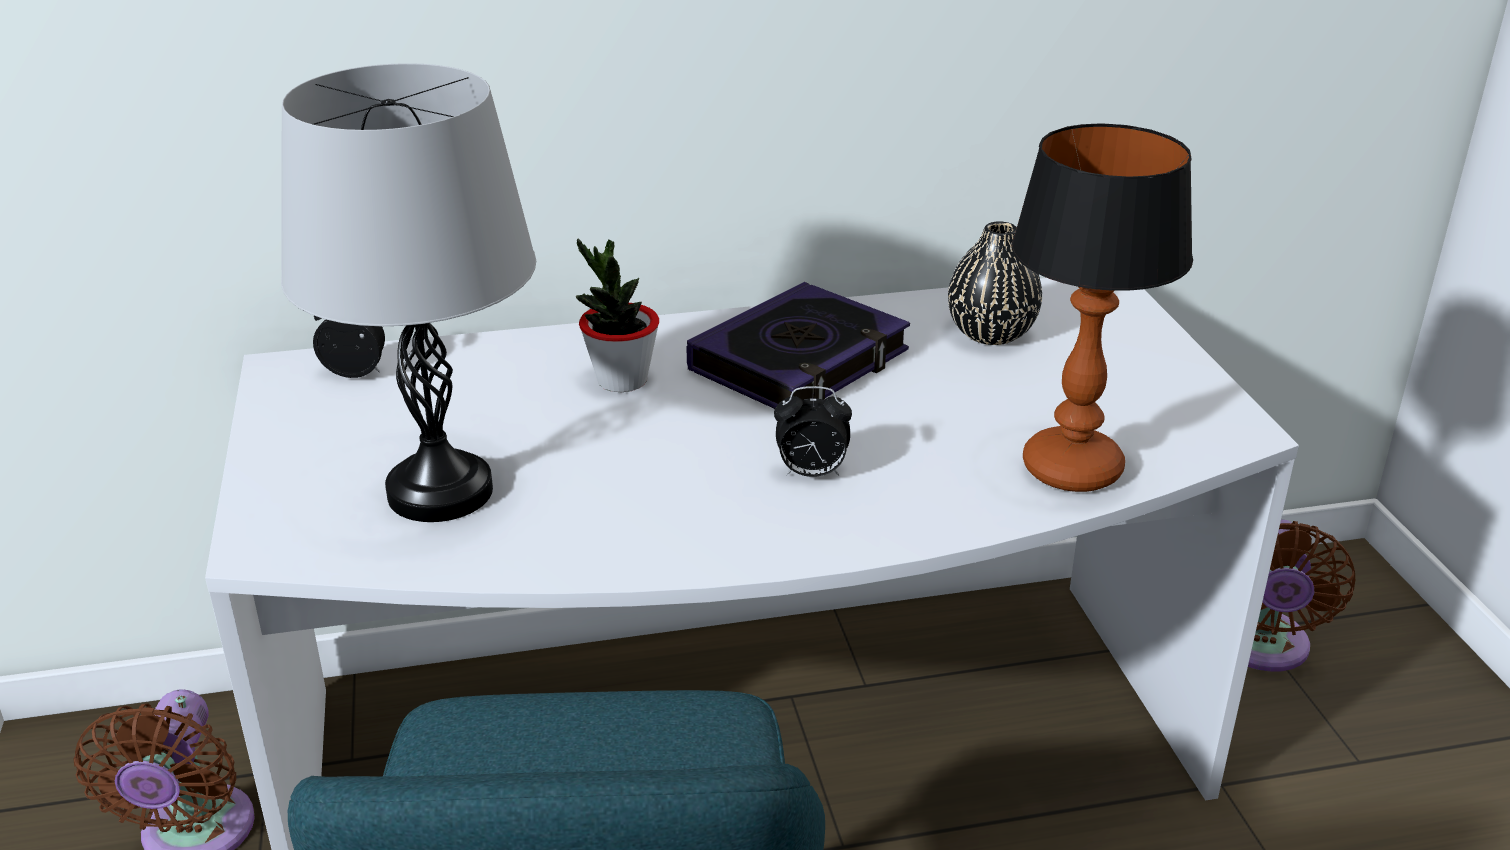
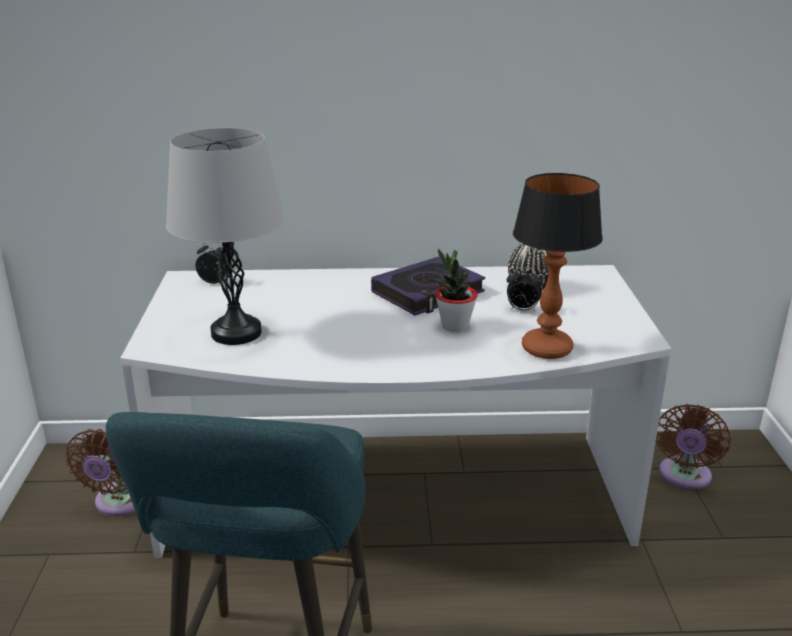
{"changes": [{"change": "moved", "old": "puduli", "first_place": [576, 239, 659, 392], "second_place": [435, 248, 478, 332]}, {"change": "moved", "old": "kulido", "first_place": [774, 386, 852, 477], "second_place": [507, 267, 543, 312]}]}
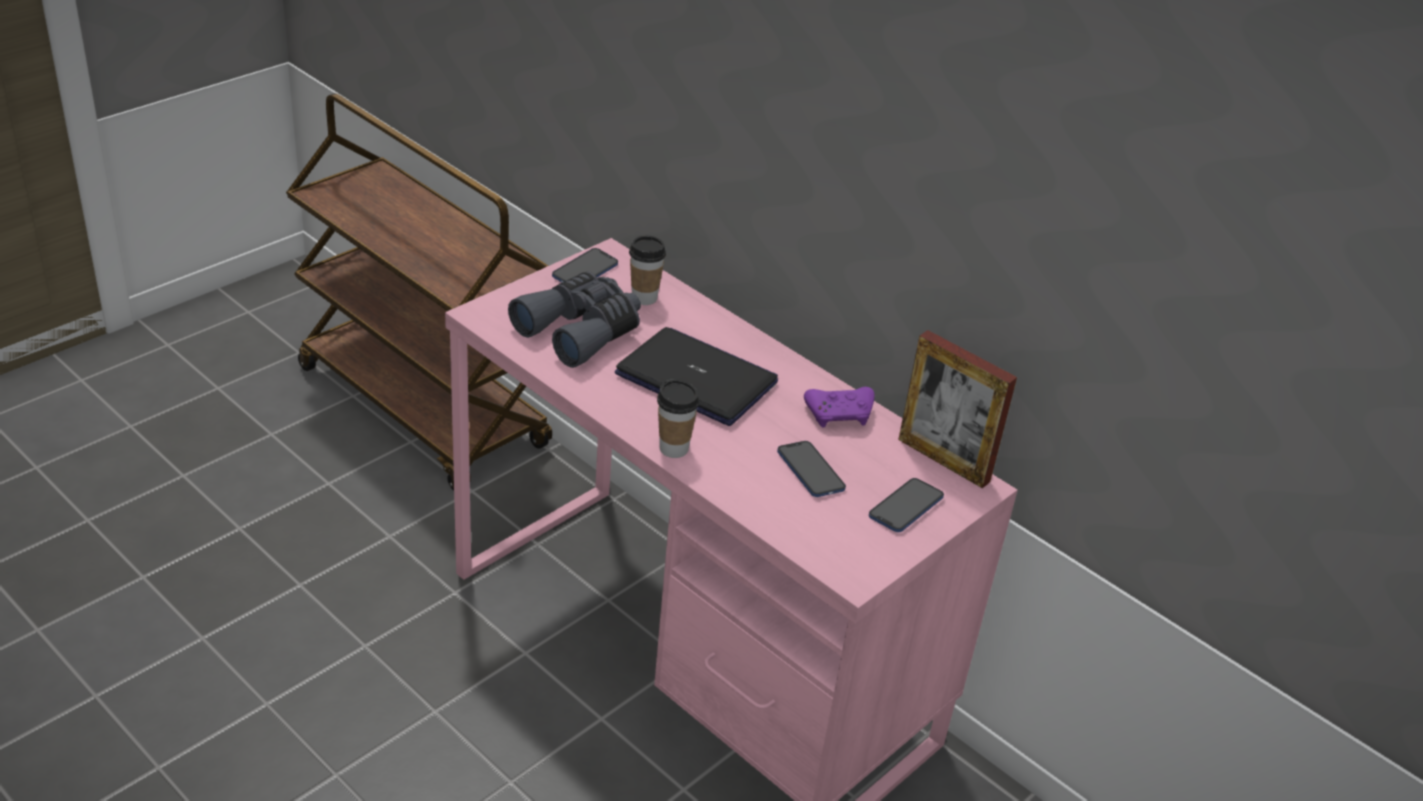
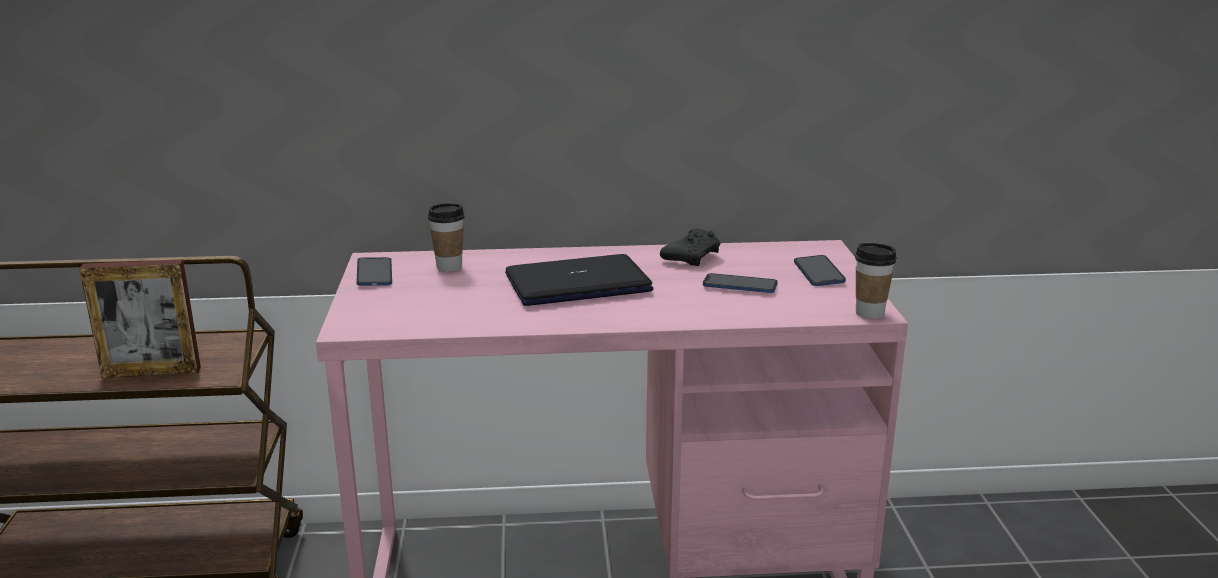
{"changes": [{"change": "removed", "old": "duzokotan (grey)", "first_place": [508, 272, 641, 368]}, {"change": "moved", "old": "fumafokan", "first_place": [657, 379, 699, 458], "second_place": [855, 243, 897, 319]}, {"change": "recoloured", "old": "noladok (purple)", "new": "noladok (black)", "first_place": [804, 387, 875, 427], "second_place": [660, 228, 720, 266]}, {"change": "moved", "old": "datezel", "first_place": [898, 330, 1017, 488], "second_place": [79, 259, 201, 378]}]}
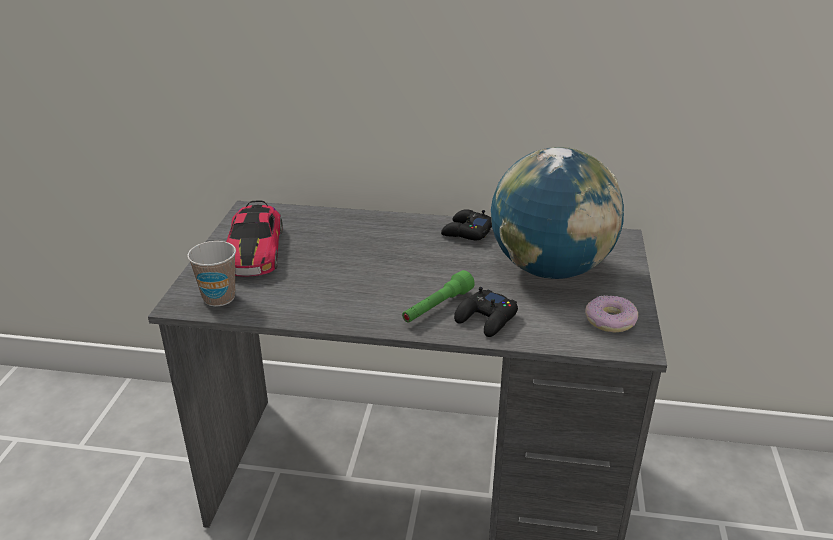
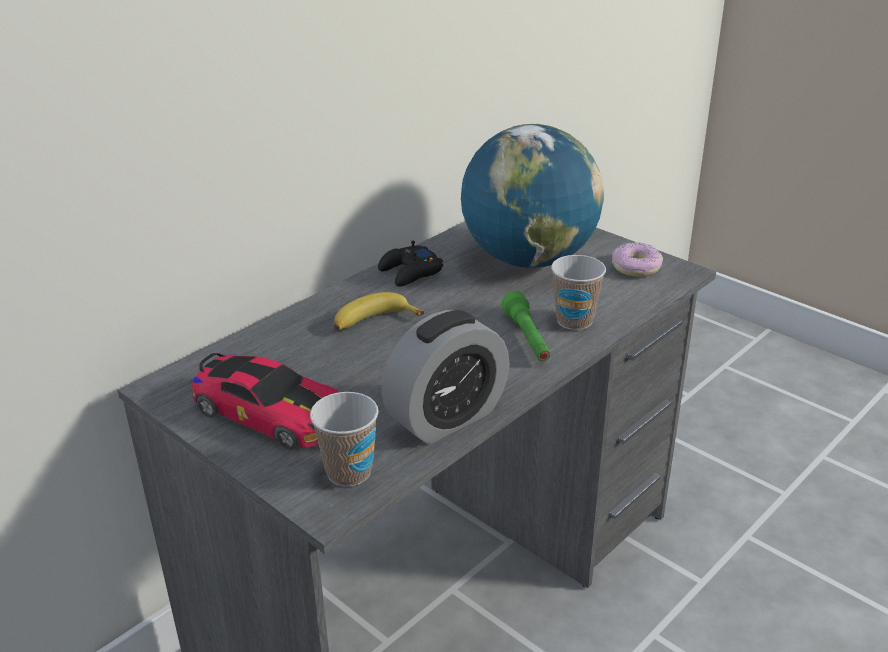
{"changes": [{"change": "replaced", "old": "noladok (black)", "new": "fumafokan", "first_place": [454, 287, 518, 337], "second_place": [551, 255, 606, 330]}, {"change": "added", "new": "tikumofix", "second_place": [334, 292, 424, 330]}, {"change": "added", "new": "kulido", "second_place": [381, 310, 509, 444]}]}
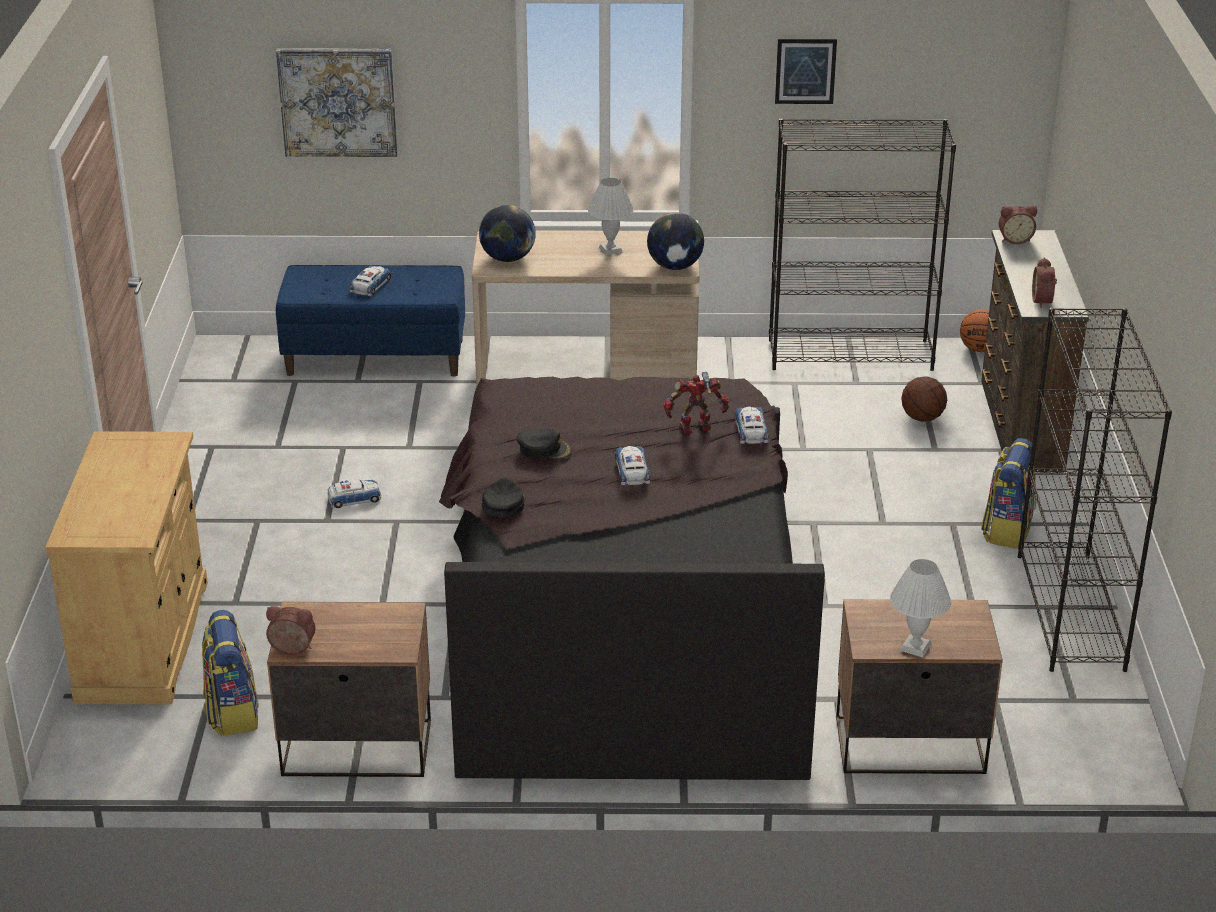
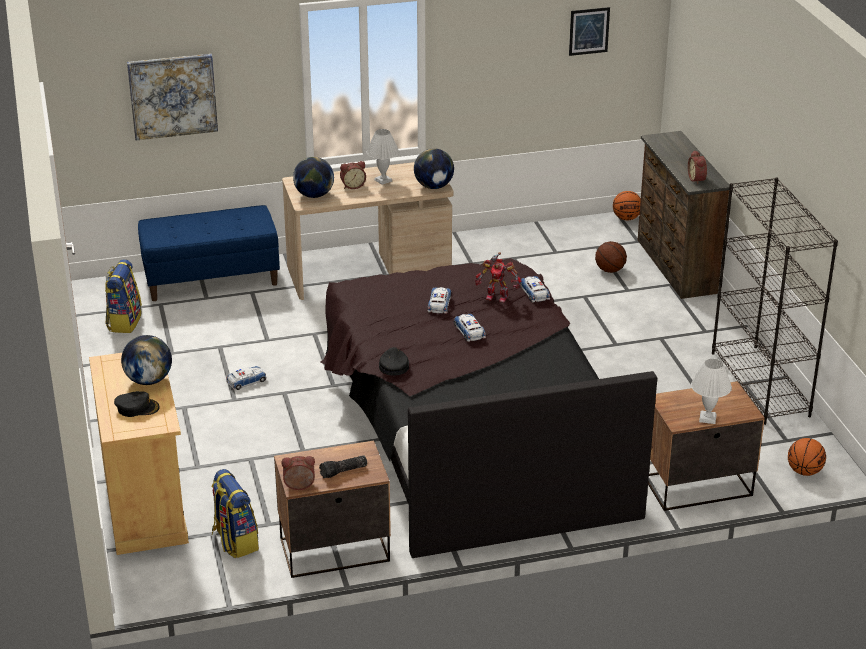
{"changes": [{"change": "moved", "old": "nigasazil", "first_place": [350, 266, 391, 296], "second_place": [427, 287, 451, 314]}, {"change": "moved", "old": "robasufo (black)", "first_place": [517, 429, 572, 459], "second_place": [114, 391, 160, 417]}, {"change": "turned", "old": "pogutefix", "first_place": [663, 372, 729, 434], "second_place": [475, 252, 522, 302], "degrees": -135}, {"change": "removed", "old": "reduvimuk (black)", "first_place": [769, 119, 956, 371]}, {"change": "moved", "old": "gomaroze", "first_place": [775, 39, 837, 104], "second_place": [569, 7, 610, 56]}, {"change": "moved", "old": "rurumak", "first_place": [981, 438, 1037, 549], "second_place": [105, 259, 142, 333]}, {"change": "moved", "old": "kulido", "first_place": [999, 206, 1037, 244], "second_place": [340, 161, 366, 189]}, {"change": "added", "new": "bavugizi", "second_place": [121, 335, 172, 385]}, {"change": "added", "new": "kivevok", "second_place": [319, 456, 367, 478]}, {"change": "added", "new": "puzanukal", "second_place": [788, 438, 826, 476]}]}
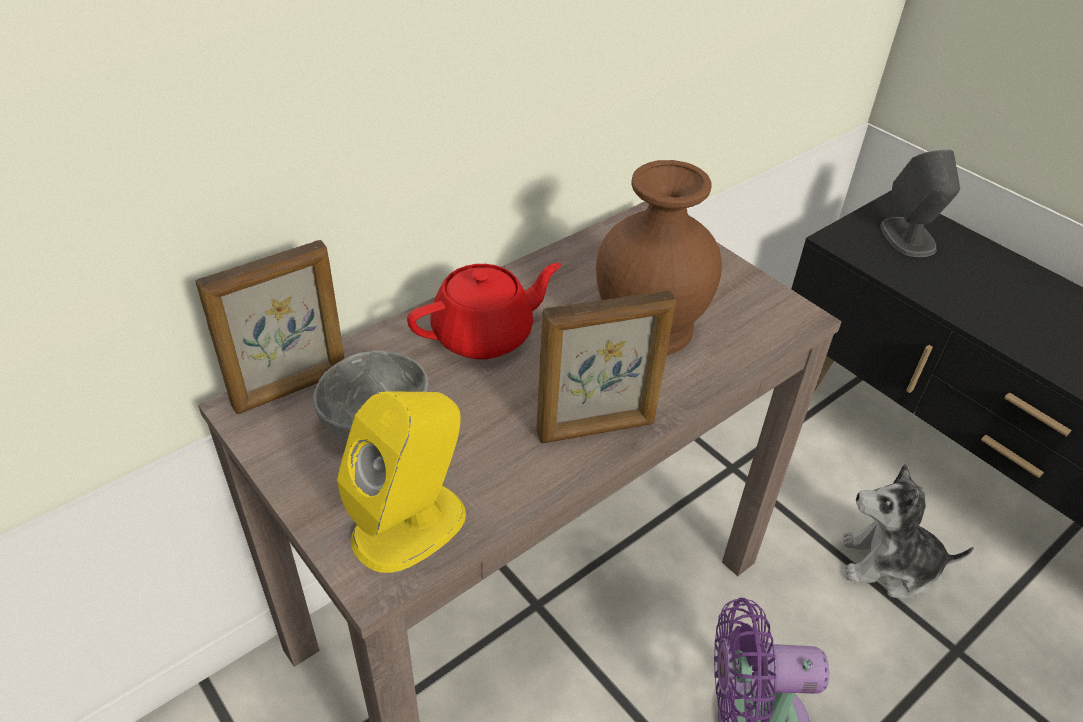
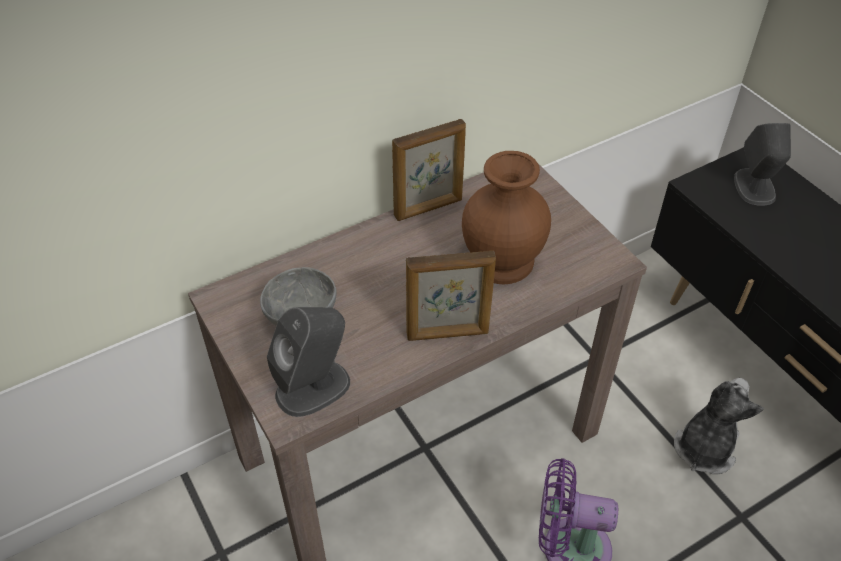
{"changes": [{"change": "moved", "old": "datezel", "first_place": [195, 240, 345, 414], "second_place": [392, 119, 466, 221]}, {"change": "recoloured", "old": "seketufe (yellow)", "new": "seketufe (grey)", "first_place": [337, 391, 466, 573], "second_place": [267, 307, 350, 417]}, {"change": "removed", "old": "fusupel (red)", "first_place": [407, 263, 562, 359]}, {"change": "turned", "old": "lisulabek", "first_place": [843, 463, 974, 598], "second_place": [674, 378, 764, 474], "degrees": 105}]}
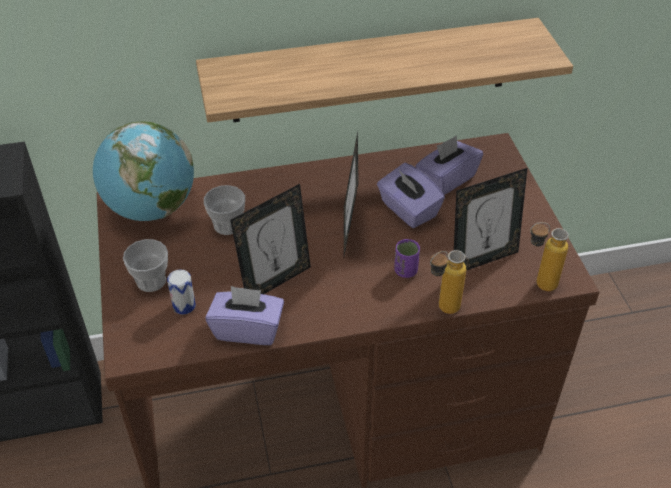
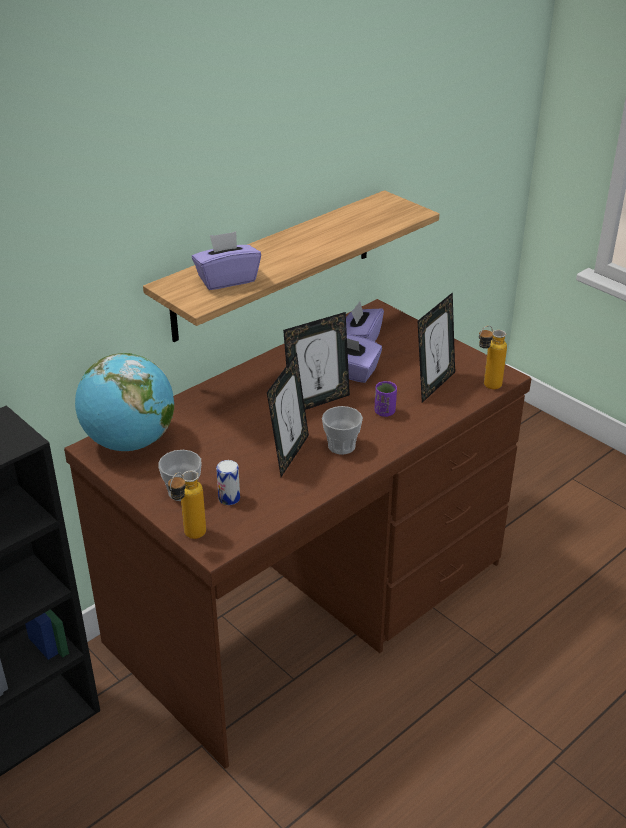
{"changes": [{"change": "moved", "old": "fumafokan", "first_place": [204, 185, 245, 235], "second_place": [322, 406, 363, 455]}, {"change": "moved", "old": "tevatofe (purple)", "first_place": [206, 286, 284, 345], "second_place": [192, 231, 261, 290]}, {"change": "turned", "old": "datezel", "first_place": [344, 131, 359, 256], "second_place": [283, 312, 350, 410], "degrees": -90}, {"change": "moved", "old": "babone", "first_place": [430, 250, 466, 314], "second_place": [168, 471, 206, 539]}]}
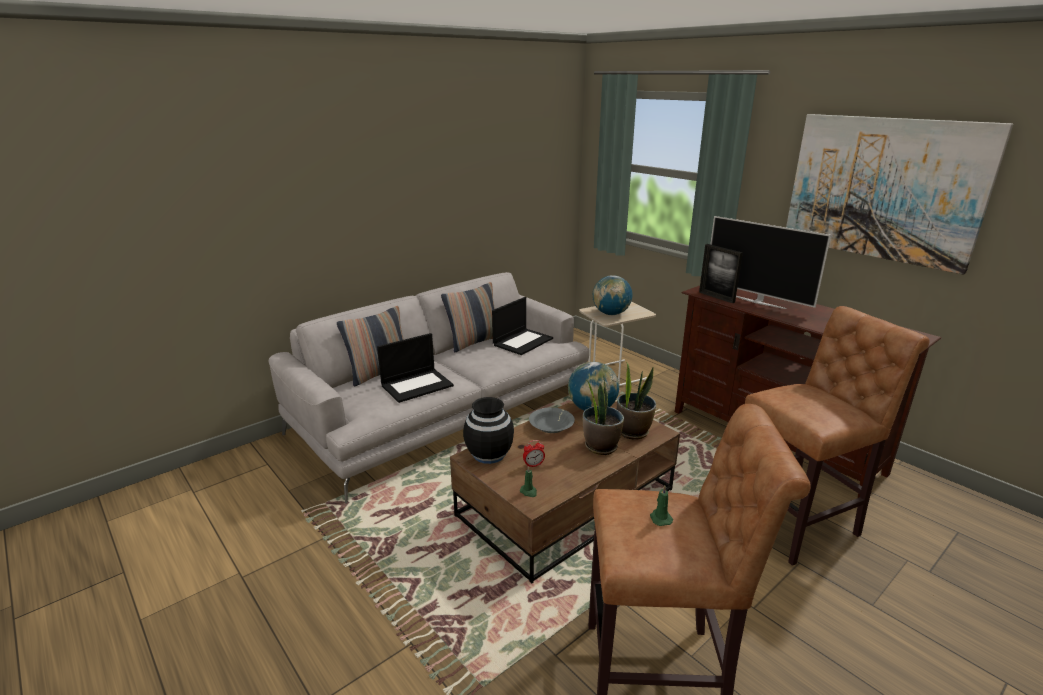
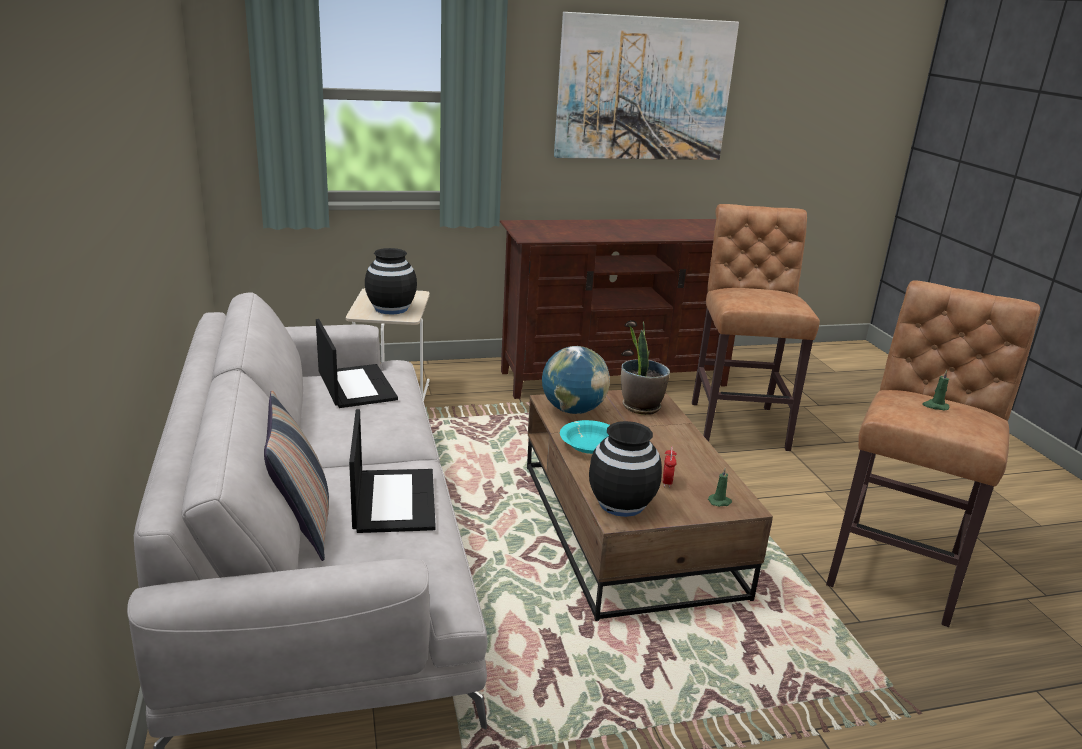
{"changes": [{"change": "removed", "old": "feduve", "first_place": [441, 282, 495, 352]}, {"change": "recoloured", "old": "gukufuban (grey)", "new": "gukufuban (turquoise)", "first_place": [529, 408, 575, 433], "second_place": [560, 420, 610, 454]}, {"change": "removed", "old": "puduli", "first_place": [583, 377, 624, 455]}, {"change": "replaced", "old": "bavugizi", "new": "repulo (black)", "first_place": [592, 275, 632, 315], "second_place": [365, 248, 417, 315]}, {"change": "removed", "old": "datezel", "first_place": [699, 244, 743, 303]}, {"change": "removed", "old": "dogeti", "first_place": [710, 216, 831, 309]}]}
